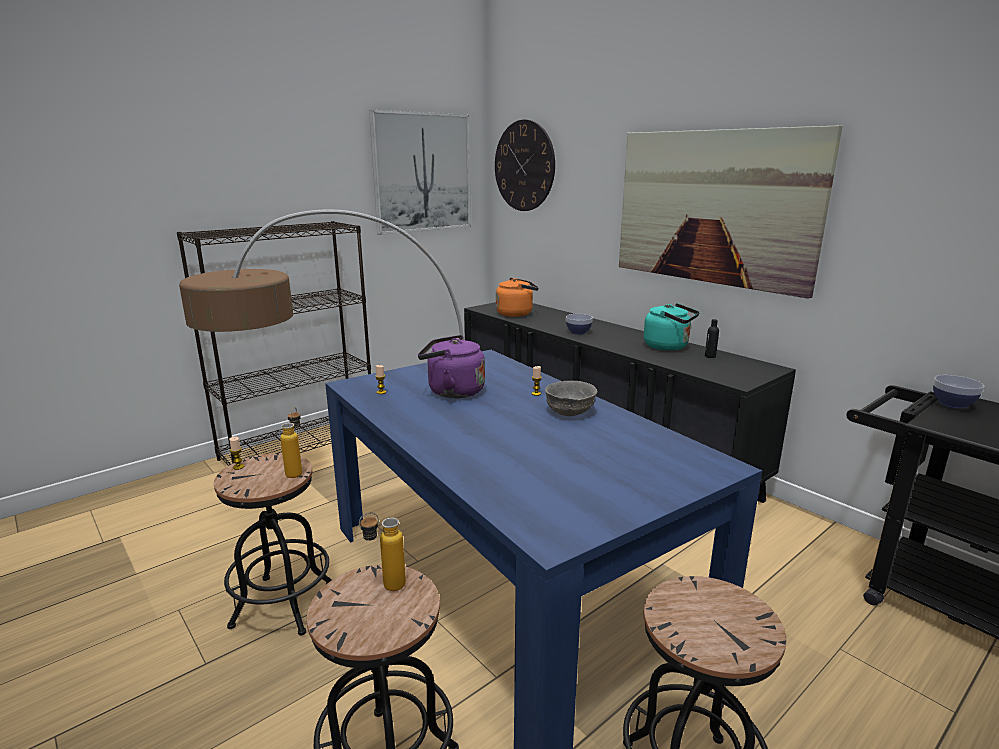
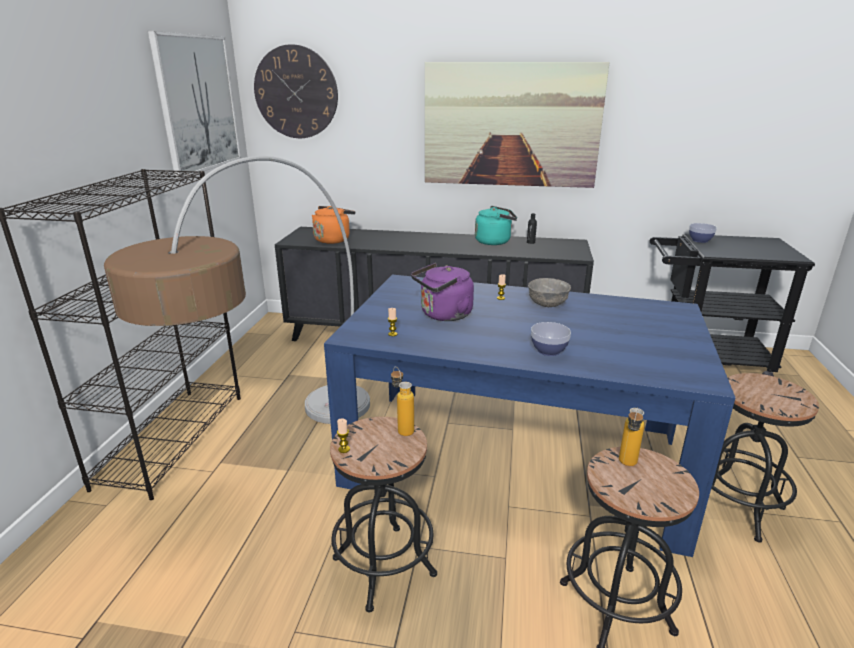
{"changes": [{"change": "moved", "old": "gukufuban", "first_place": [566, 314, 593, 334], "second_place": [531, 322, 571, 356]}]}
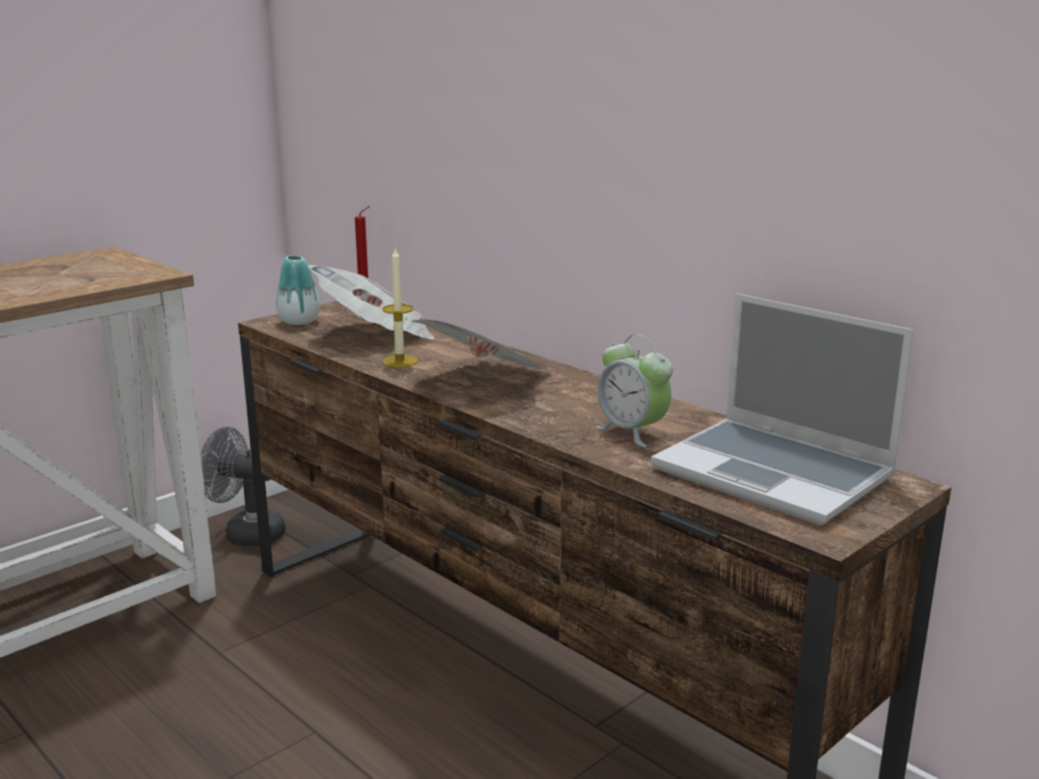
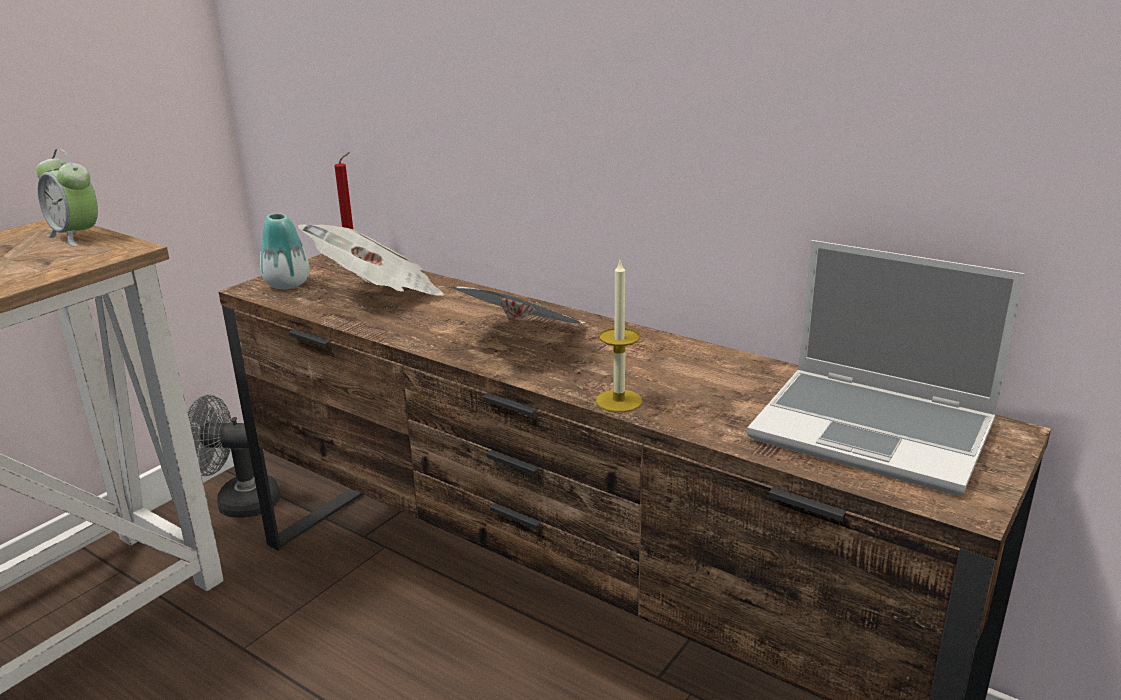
{"changes": [{"change": "moved", "old": "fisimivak", "first_place": [382, 247, 418, 368], "second_place": [596, 261, 642, 412]}, {"change": "moved", "old": "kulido", "first_place": [596, 334, 673, 447], "second_place": [37, 149, 98, 246]}]}
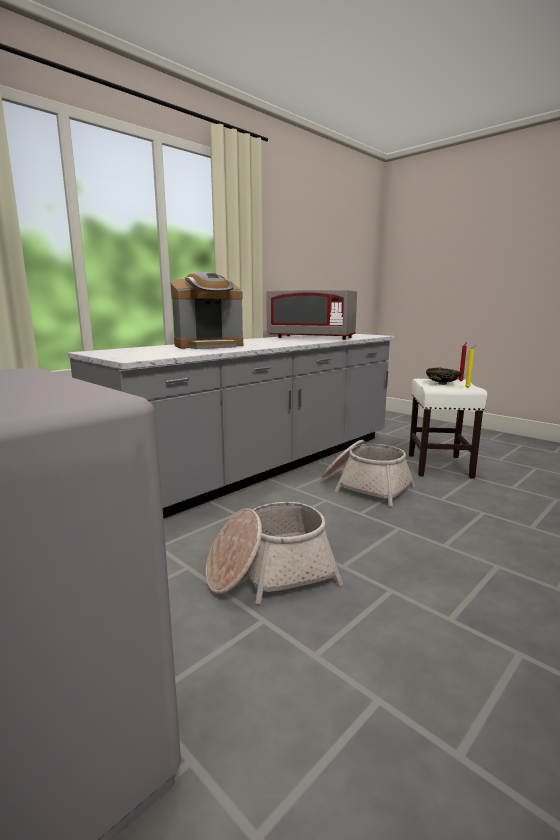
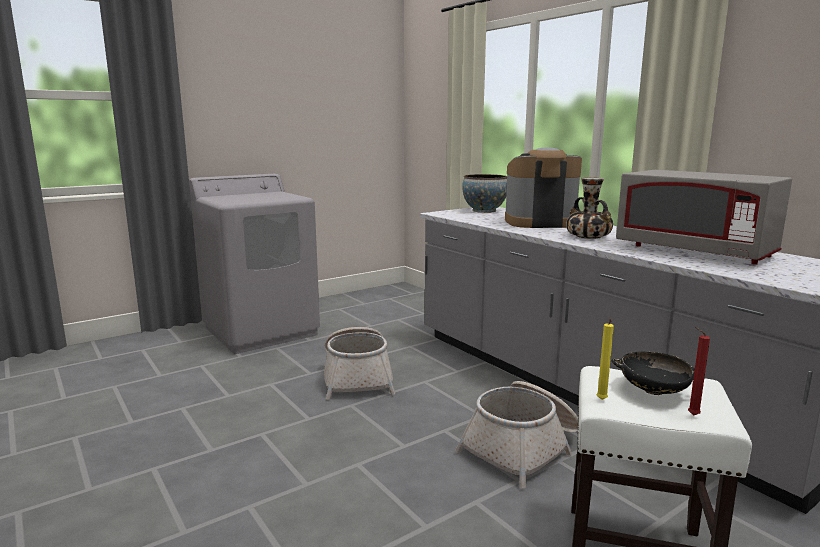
{"changes": [{"change": "turned", "old": "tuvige", "first_place": [171, 272, 243, 349], "second_place": [505, 148, 582, 228], "degrees": 105}, {"change": "turned", "old": "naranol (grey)", "first_place": [266, 290, 357, 340], "second_place": [616, 170, 792, 265], "degrees": -75}, {"change": "added", "new": "gukufuban", "second_place": [462, 174, 507, 213]}, {"change": "added", "new": "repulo", "second_place": [566, 177, 613, 239]}]}
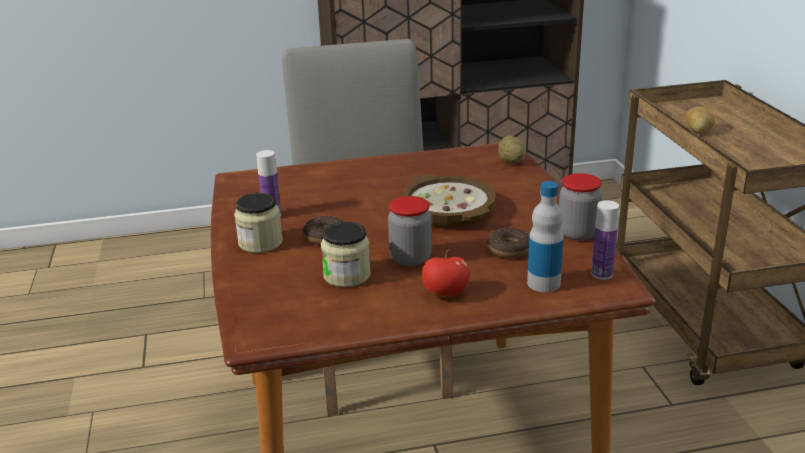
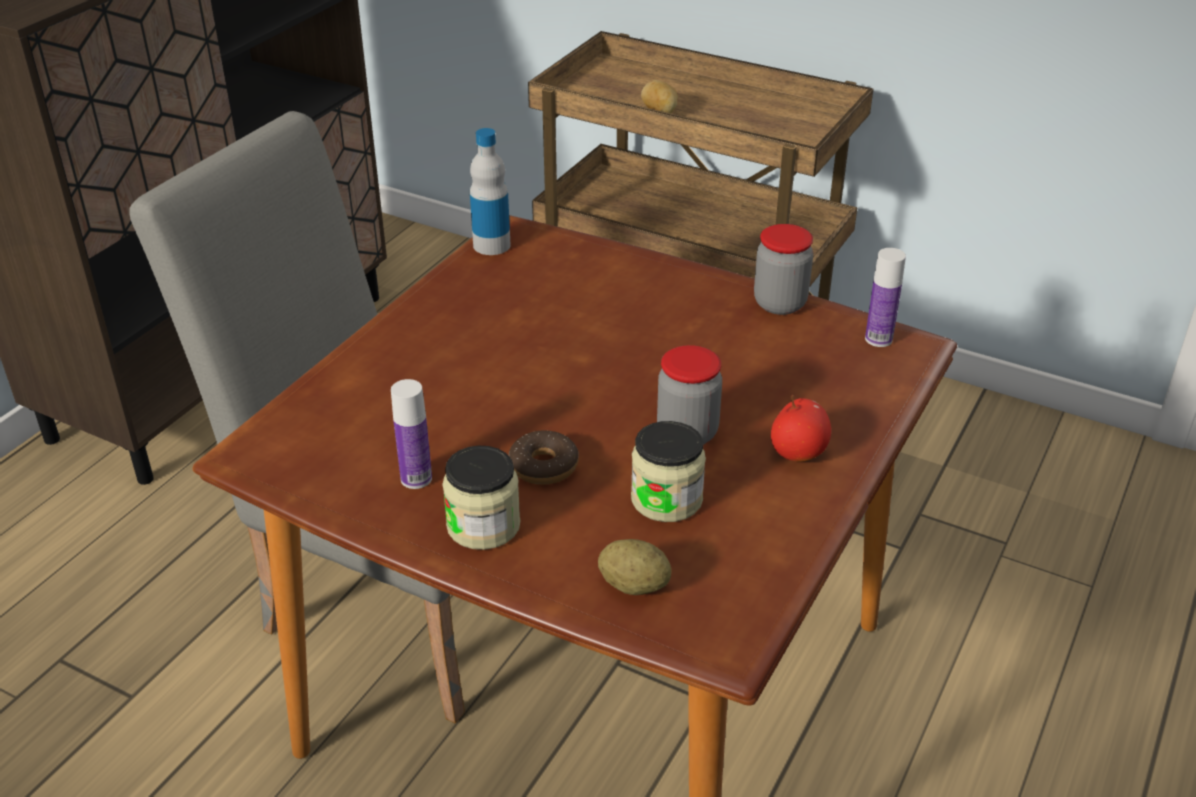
{"changes": [{"change": "removed", "old": "gukufuban", "first_place": [402, 174, 496, 227]}, {"change": "removed", "old": "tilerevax", "first_place": [487, 228, 529, 258]}, {"change": "moved", "old": "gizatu", "first_place": [498, 136, 526, 164], "second_place": [598, 539, 672, 595]}, {"change": "moved", "old": "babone", "first_place": [527, 181, 564, 292], "second_place": [470, 128, 511, 255]}]}
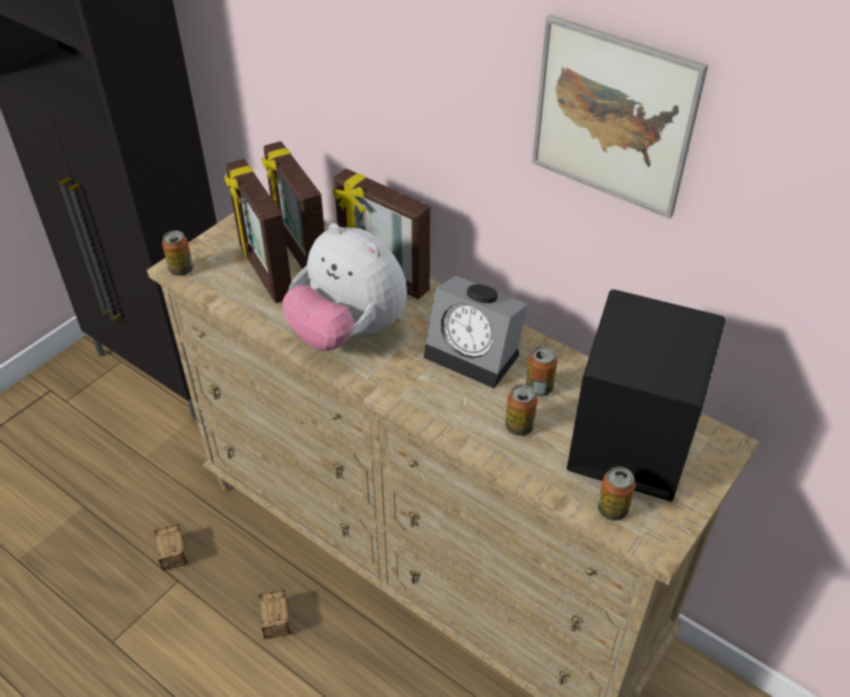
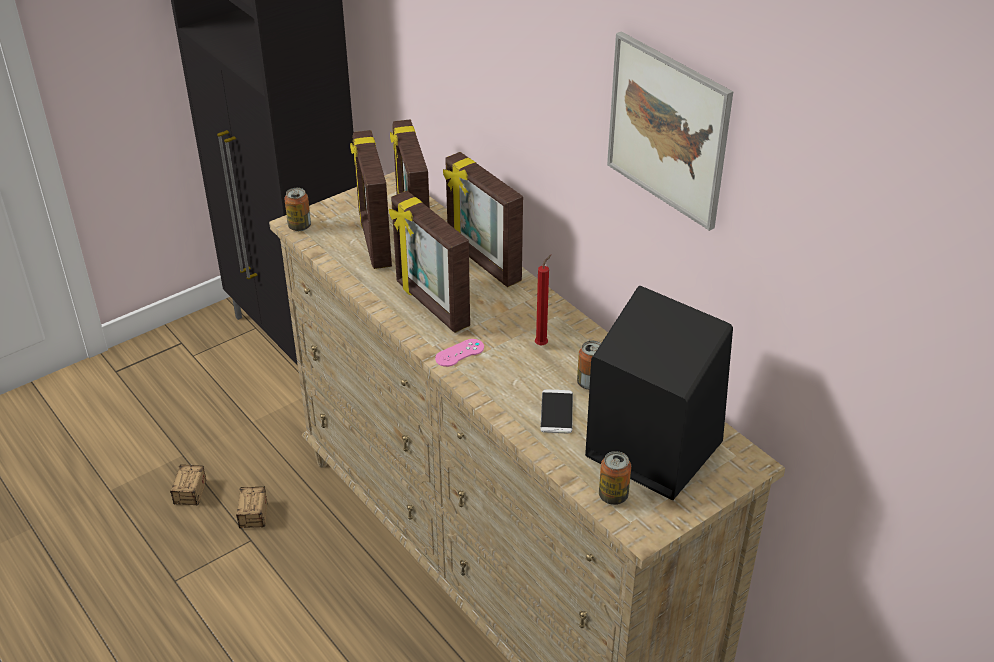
{"changes": [{"change": "moved", "old": "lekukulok", "first_place": [259, 590, 292, 639], "second_place": [170, 464, 207, 505]}, {"change": "replaced", "old": "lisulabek", "new": "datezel", "first_place": [282, 223, 407, 351], "second_place": [389, 191, 470, 333]}, {"change": "replaced", "old": "kulido", "new": "fisimivak (red)", "first_place": [424, 276, 528, 388], "second_place": [535, 254, 552, 346]}, {"change": "replaced", "old": "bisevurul", "new": "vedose", "first_place": [505, 384, 537, 436], "second_place": [541, 389, 573, 434]}, {"change": "added", "new": "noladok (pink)", "second_place": [435, 339, 484, 367]}]}
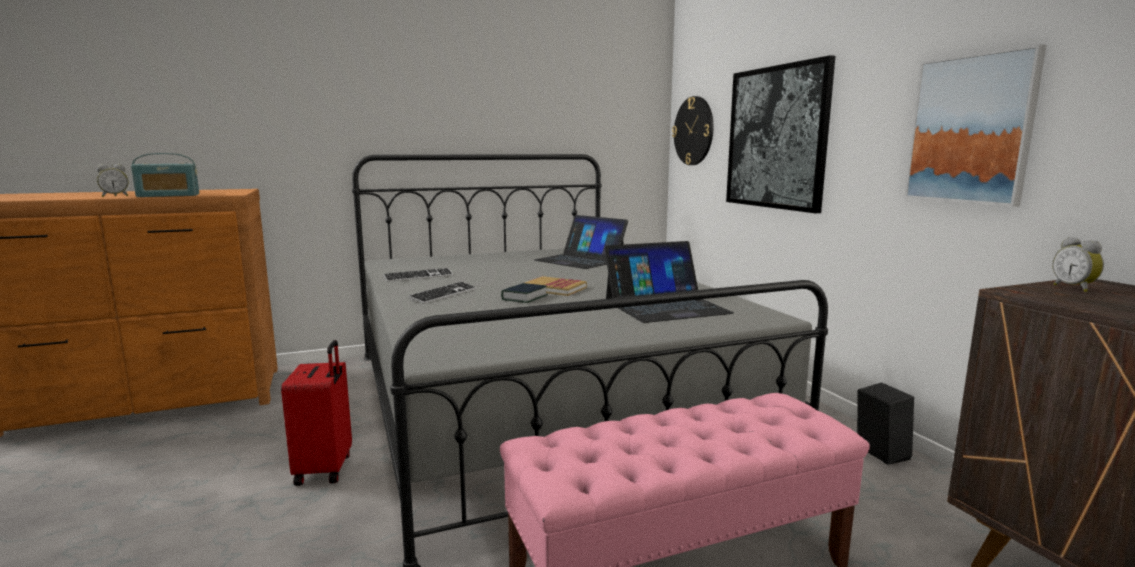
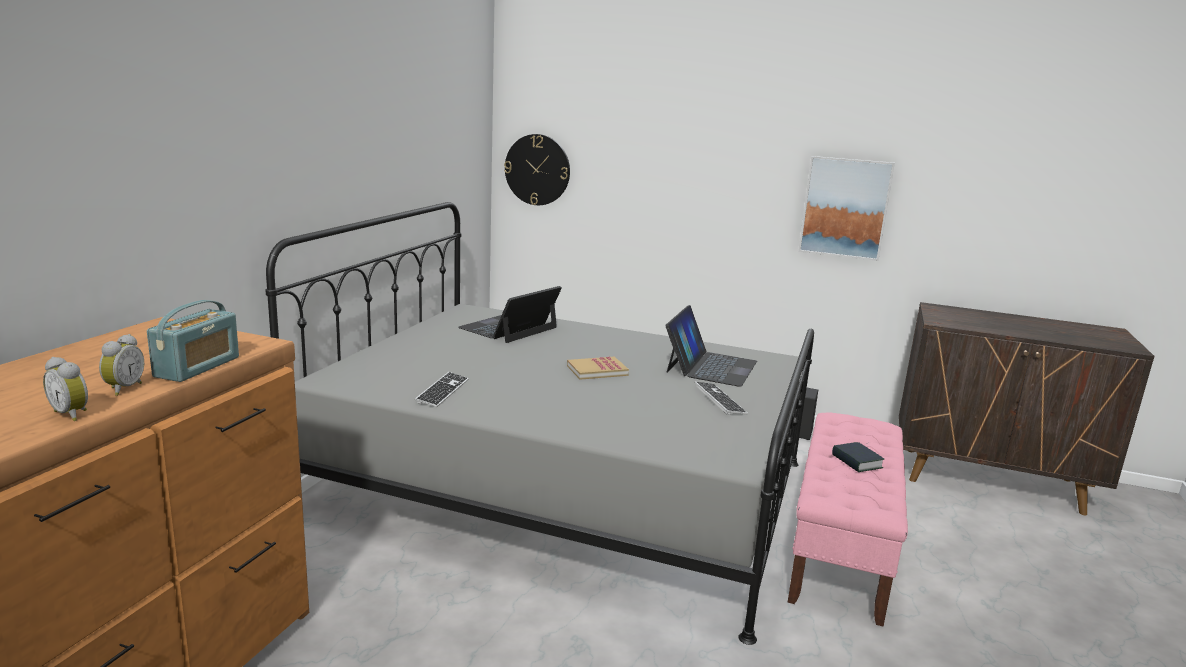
{"changes": [{"change": "removed", "old": "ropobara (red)", "first_place": [281, 340, 352, 486]}, {"change": "moved", "old": "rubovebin", "first_place": [408, 282, 477, 304], "second_place": [695, 382, 748, 415]}, {"change": "moved", "old": "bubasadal", "first_place": [501, 283, 548, 303], "second_place": [832, 442, 884, 472]}, {"change": "turned", "old": "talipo", "first_place": [534, 215, 628, 269], "second_place": [458, 286, 562, 343], "degrees": 135}, {"change": "removed", "old": "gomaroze", "first_place": [726, 55, 835, 213]}, {"change": "moved", "old": "kulido", "first_place": [1052, 237, 1104, 292], "second_place": [43, 357, 88, 421]}]}
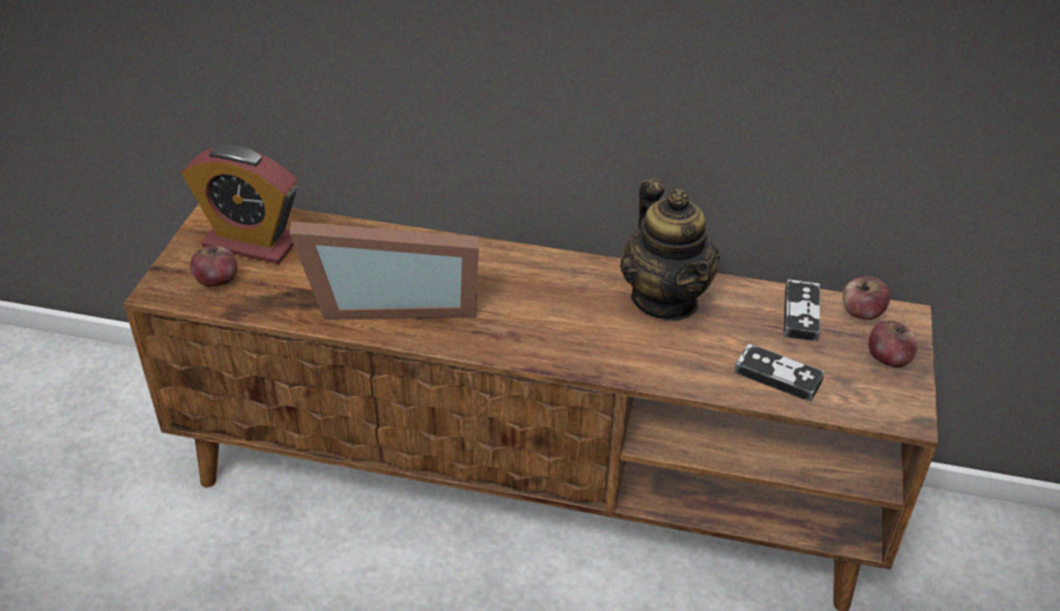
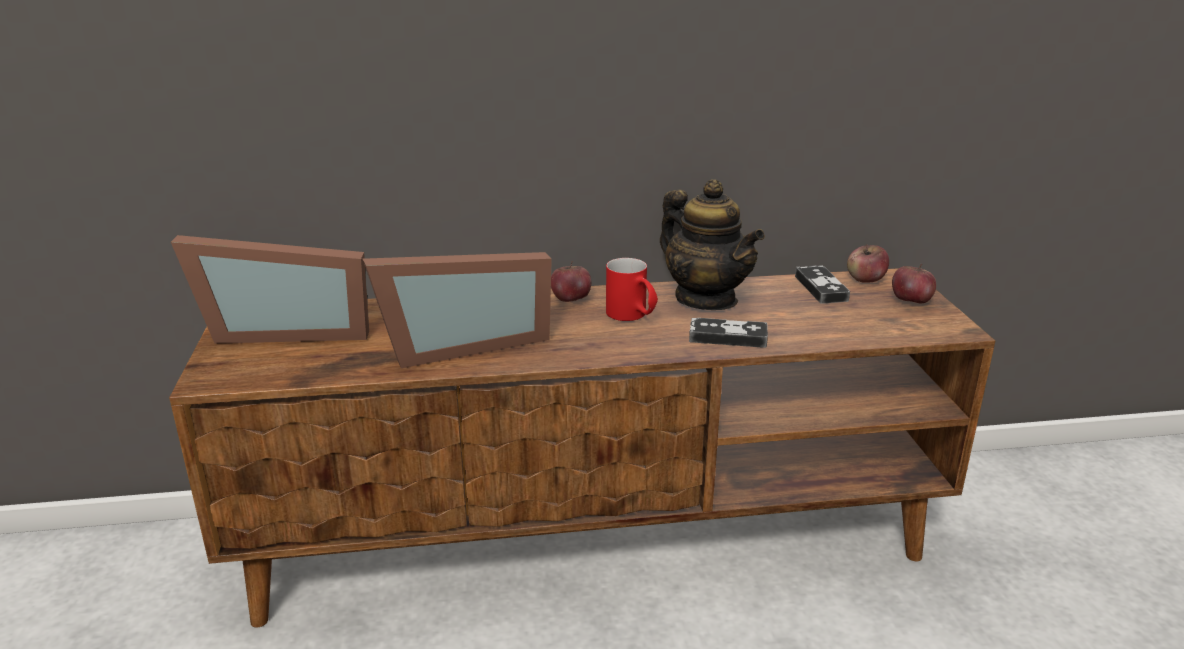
{"changes": [{"change": "replaced", "old": "kulido", "new": "datezel", "first_place": [181, 145, 298, 264], "second_place": [171, 235, 369, 344]}, {"change": "moved", "old": "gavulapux", "first_place": [190, 245, 238, 287], "second_place": [551, 261, 591, 302]}, {"change": "moved", "old": "noladok", "first_place": [734, 344, 824, 402], "second_place": [689, 318, 768, 348]}, {"change": "added", "new": "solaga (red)", "second_place": [606, 258, 658, 321]}]}
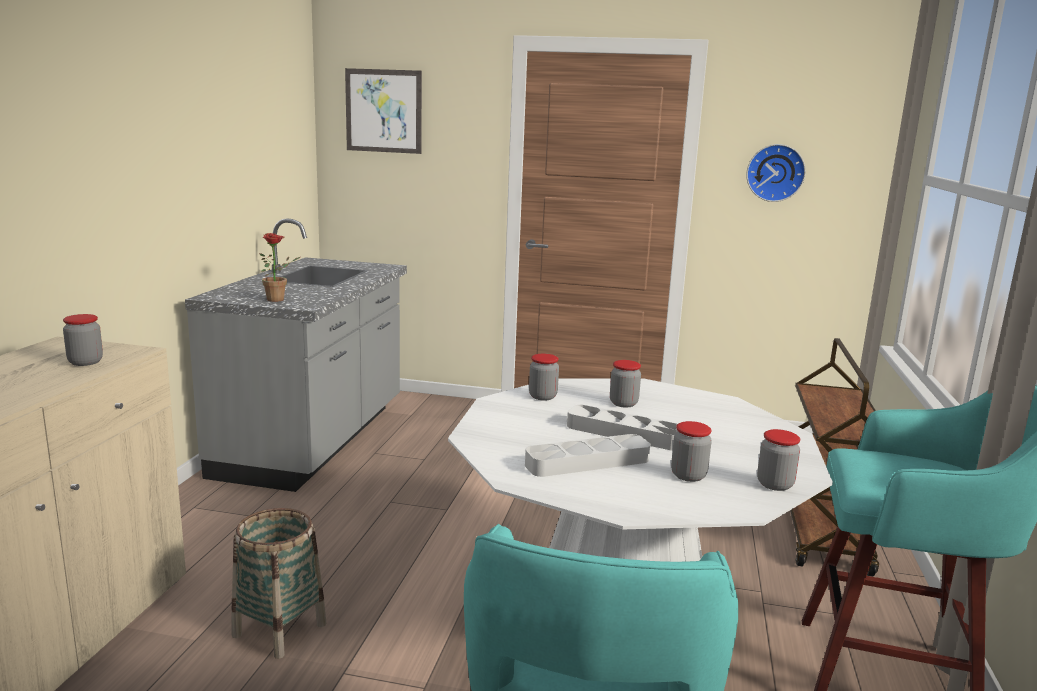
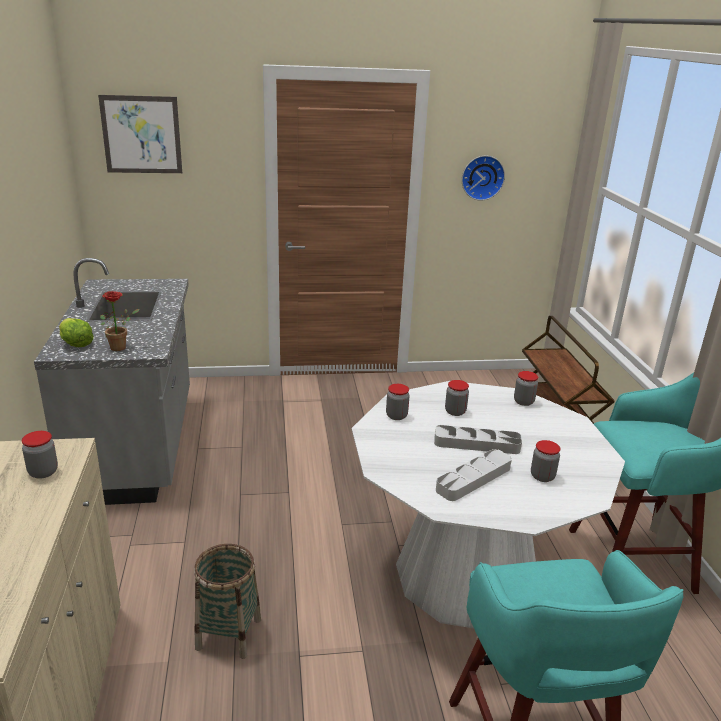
{"changes": [{"change": "moved", "old": "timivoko", "first_place": [757, 429, 800, 491], "second_place": [514, 371, 538, 406]}, {"change": "added", "new": "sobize", "second_place": [59, 318, 94, 347]}]}
